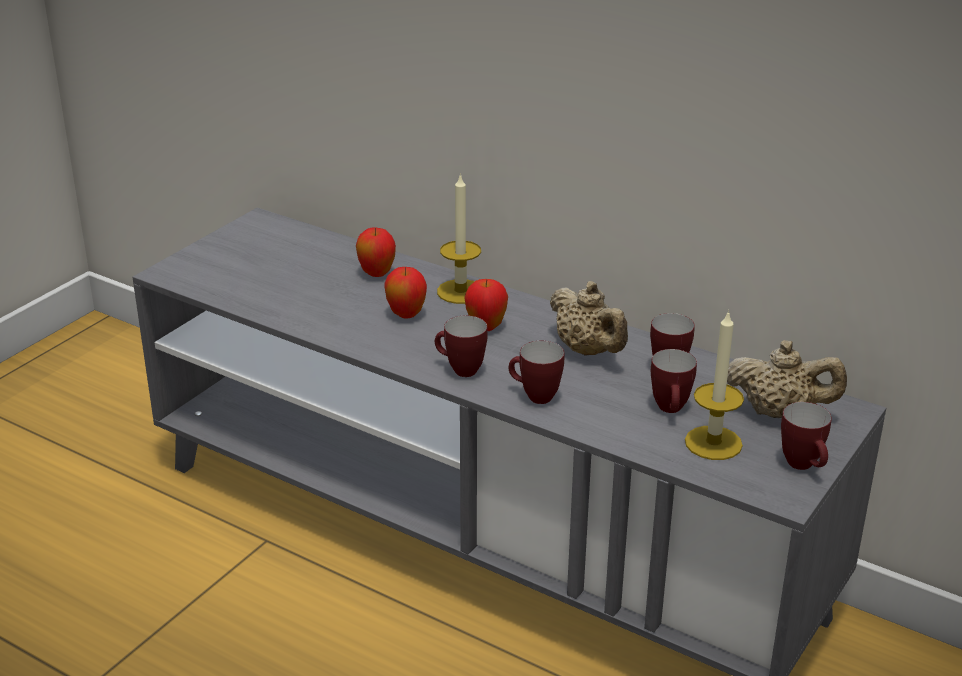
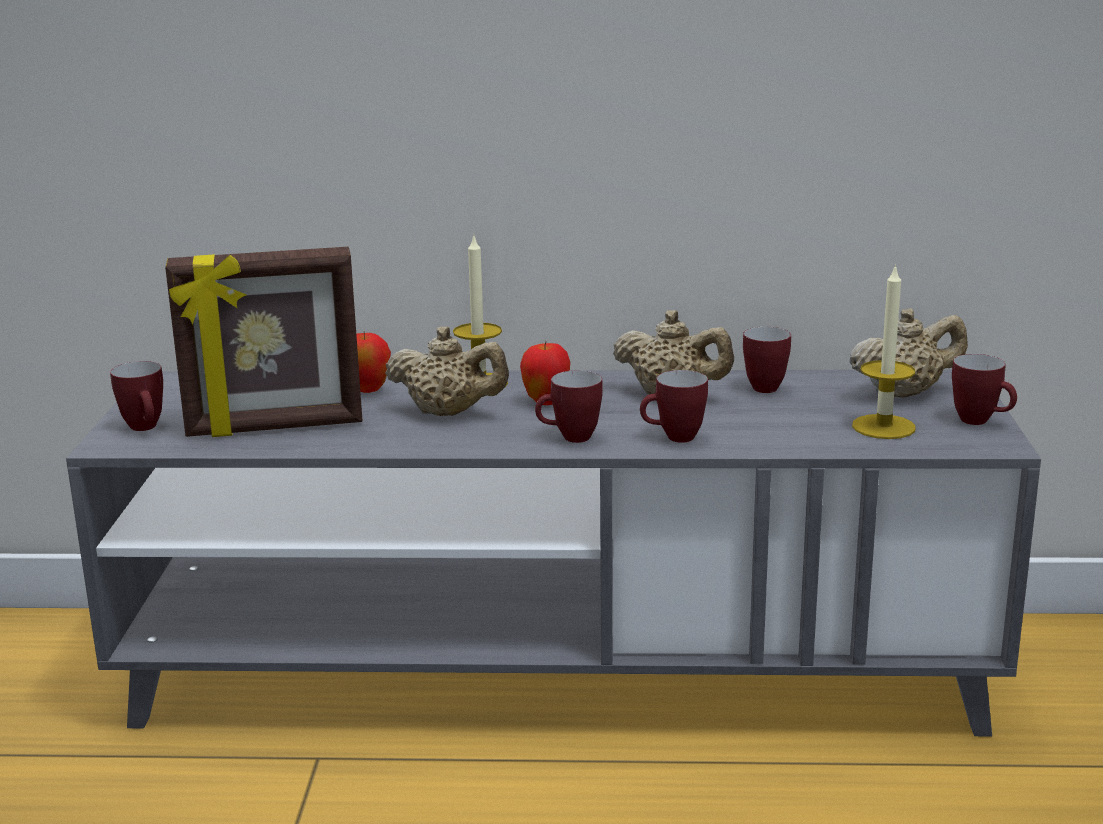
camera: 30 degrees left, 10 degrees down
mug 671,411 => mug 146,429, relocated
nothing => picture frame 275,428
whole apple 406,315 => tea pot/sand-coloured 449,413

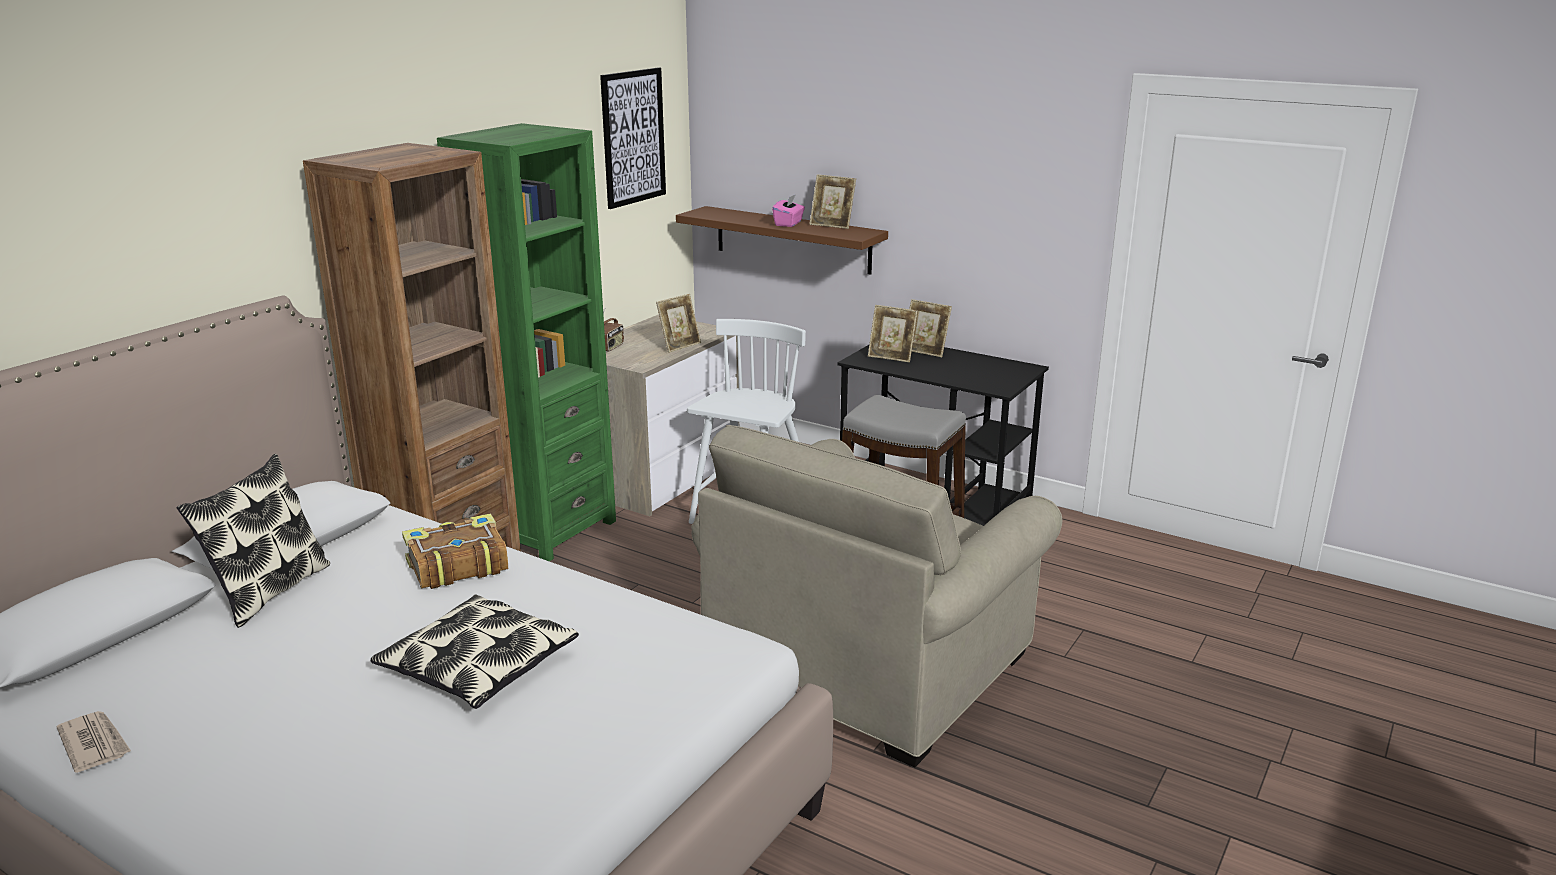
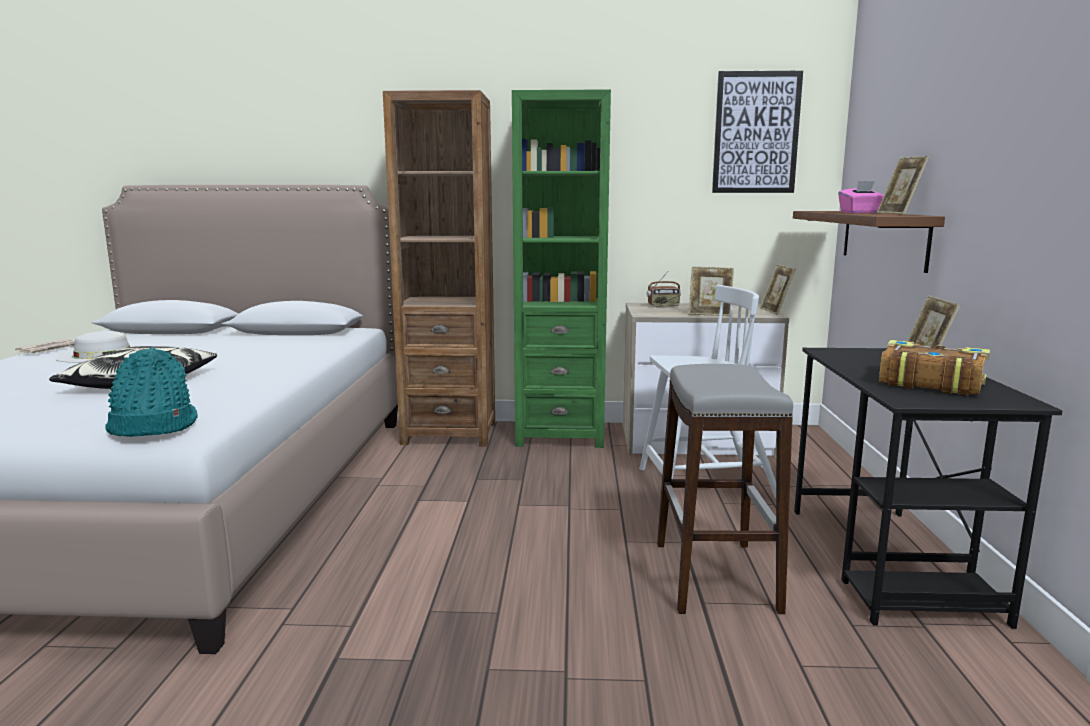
camera: 60 degrees right, 10 degrees down
nothing => hat/white-coloured 102,354
nothing => hat/turquoise 152,426
picture frame 891,357 => picture frame 775,311, relocated
bound book 456,565 => bound book 929,382, relocated
throw pillow 269,591 => nothing
lounge chair/sand-coloured 868,664 => nothing

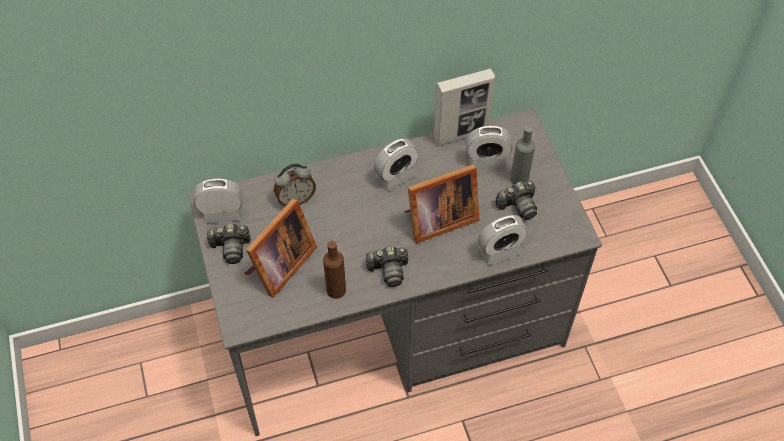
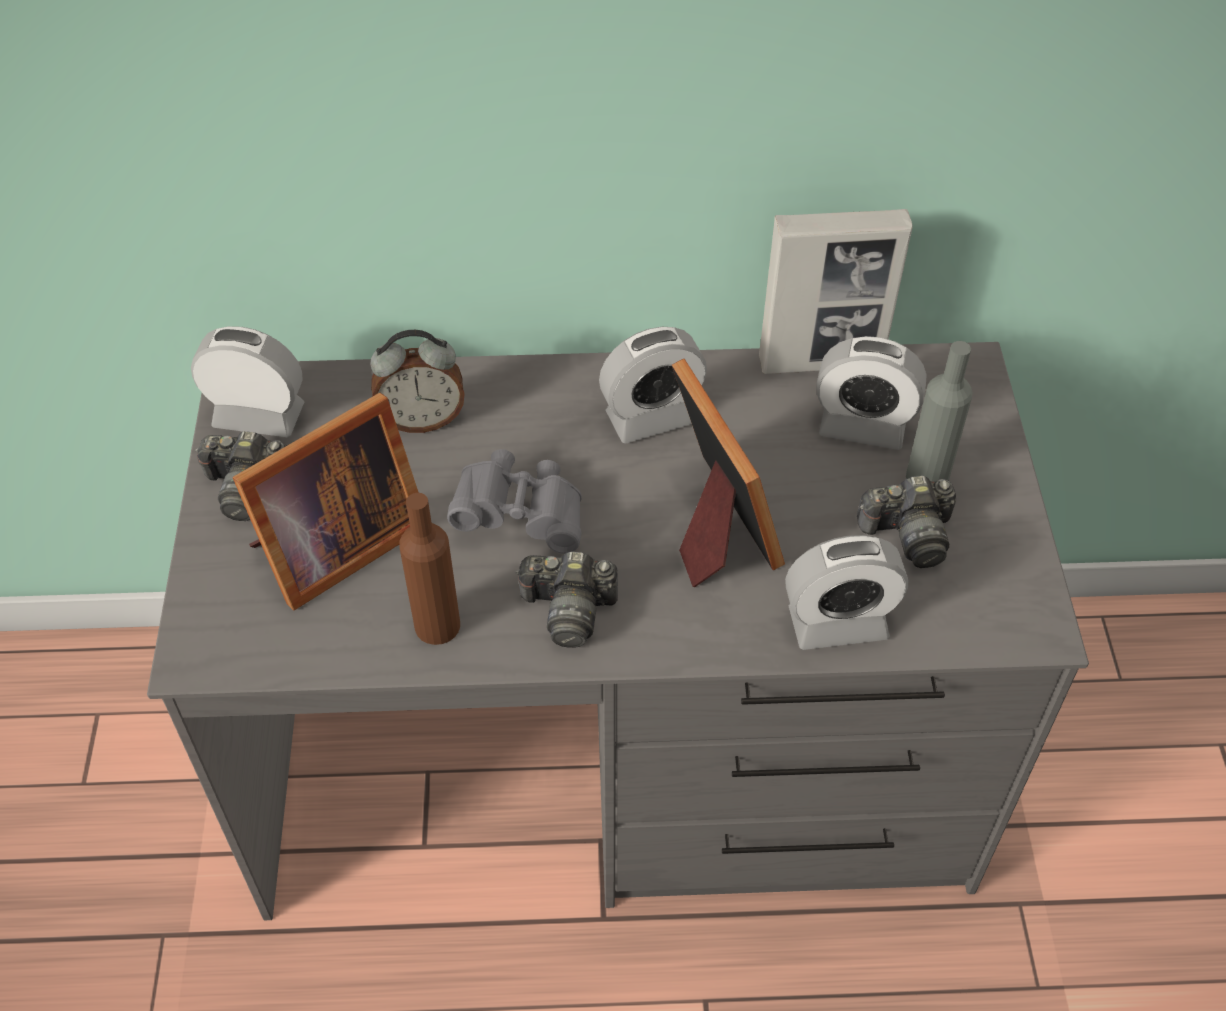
camera: 15 degrees right, 5 degrees down
nothing => pair of binoculars/greyish 521,516
picture frame 437,220 => picture frame 714,526, 105 degrees counterclockwise

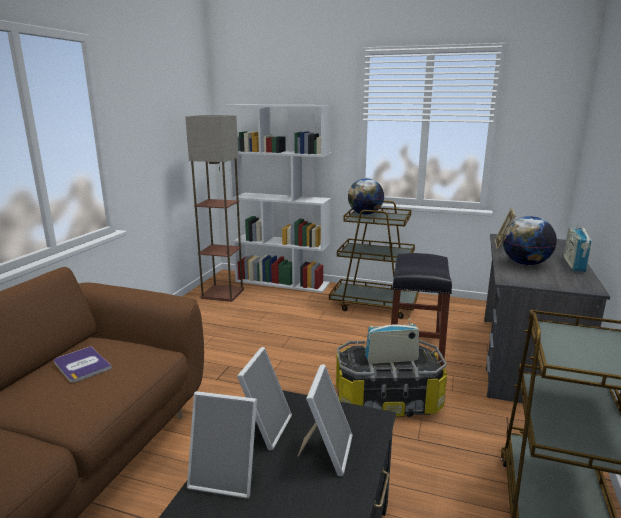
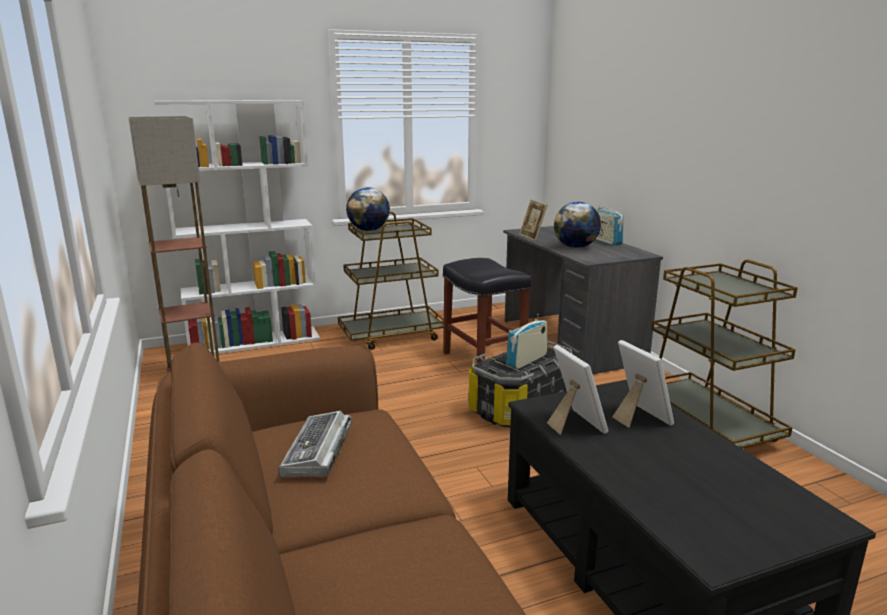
camera: 40 degrees left, 0 degrees up
bound book 82,365 => PC keyboard 317,452
picture frame 226,477 => nothing

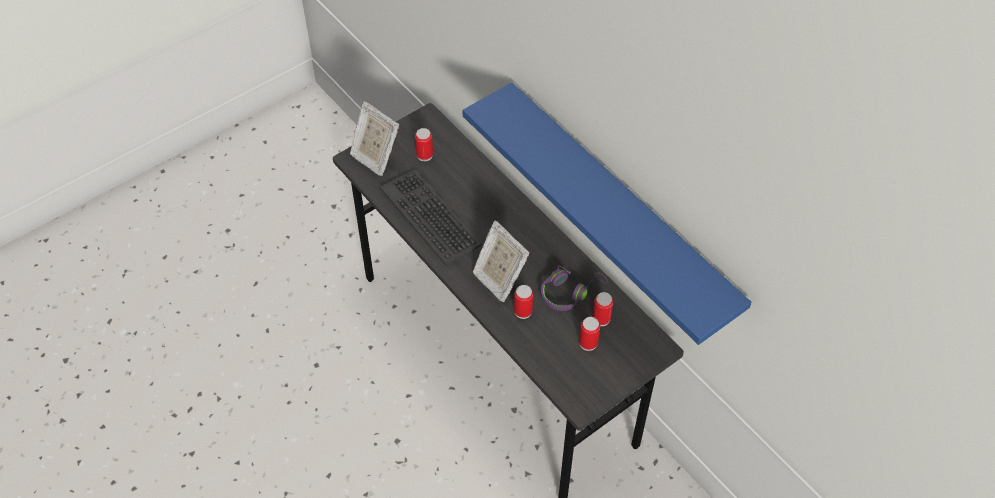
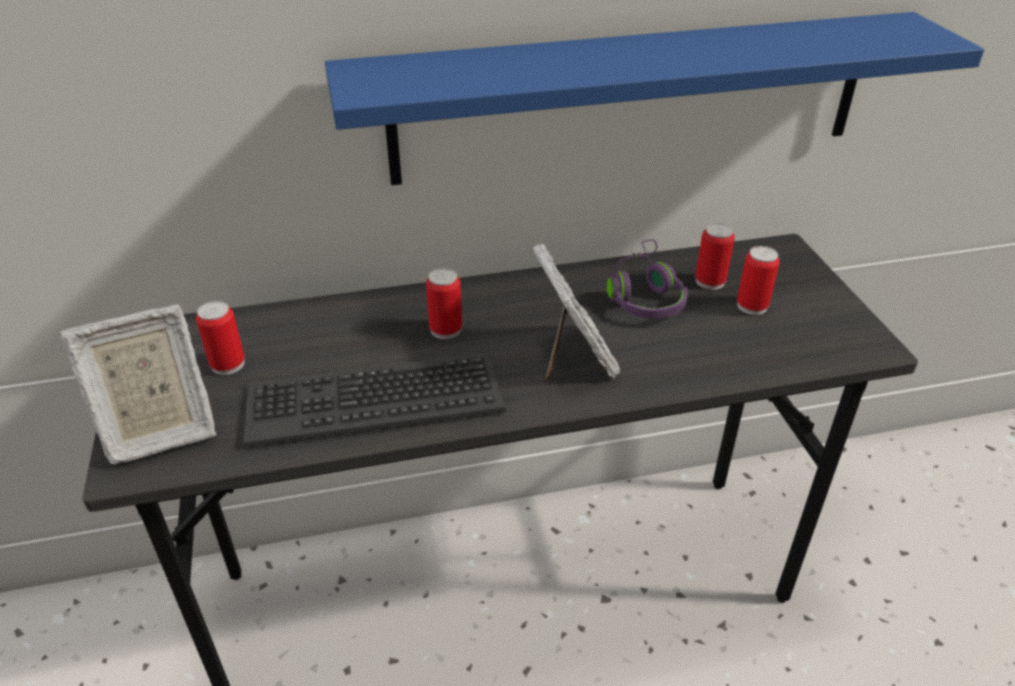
camera: 65 degrees left, 15 degrees down
metal can 523,311 => metal can 446,329, relocated
picture frame 499,278 => picture frame 573,358, 90 degrees counterclockwise

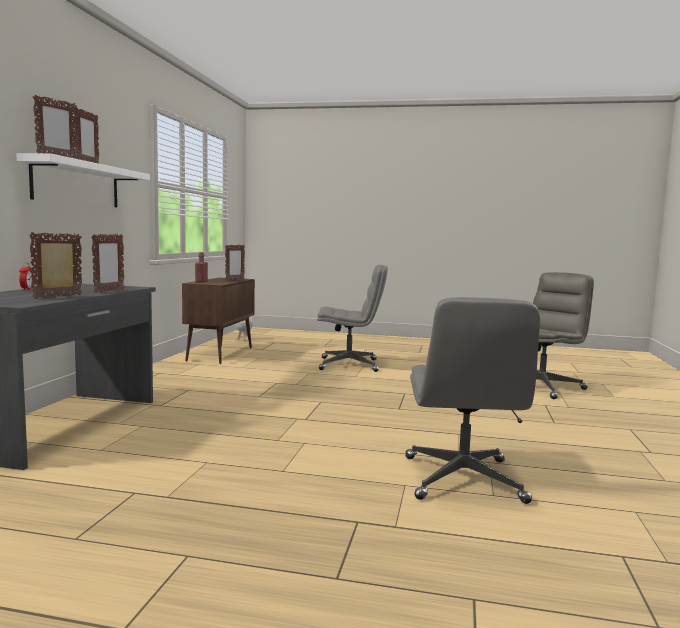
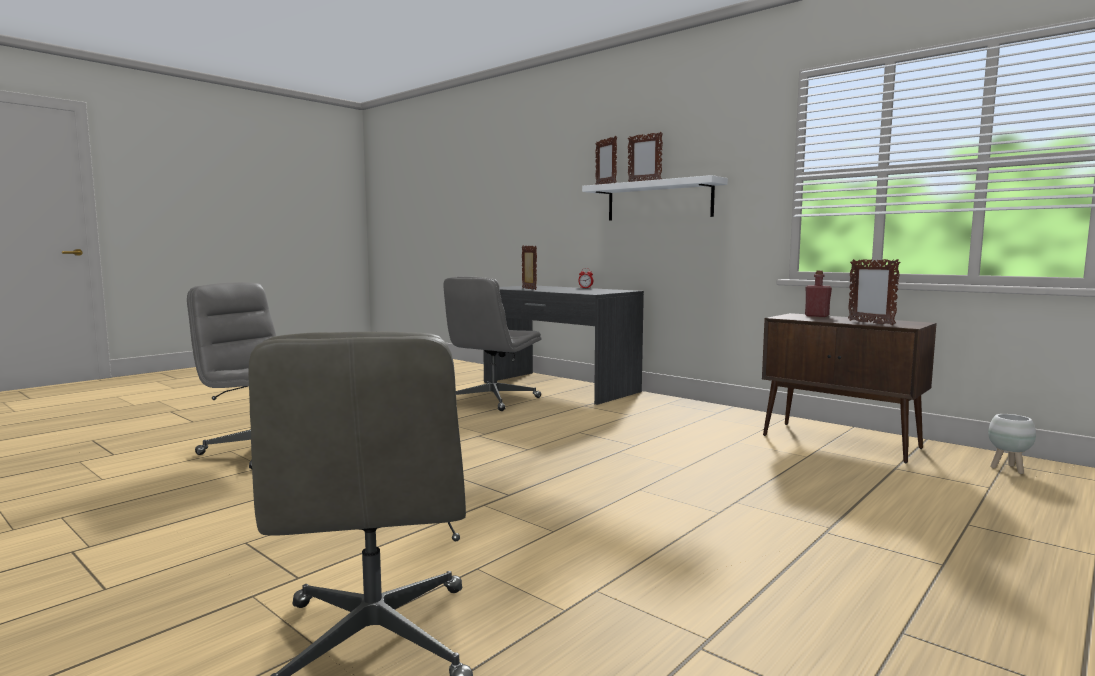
camera: 120 degrees right, 0 degrees up
computer chair/greyish 349,365 => computer chair/greyish 493,400, relocated
picture frame 109,291 => nothing

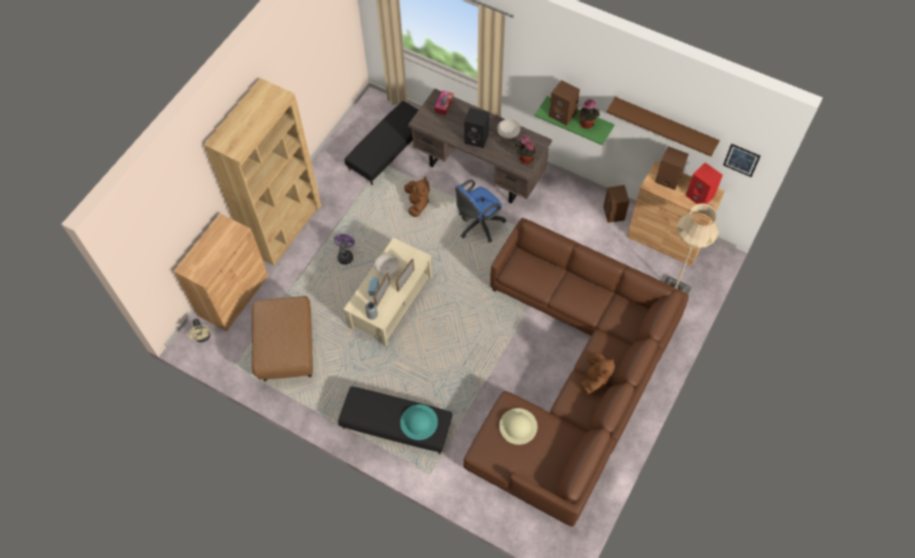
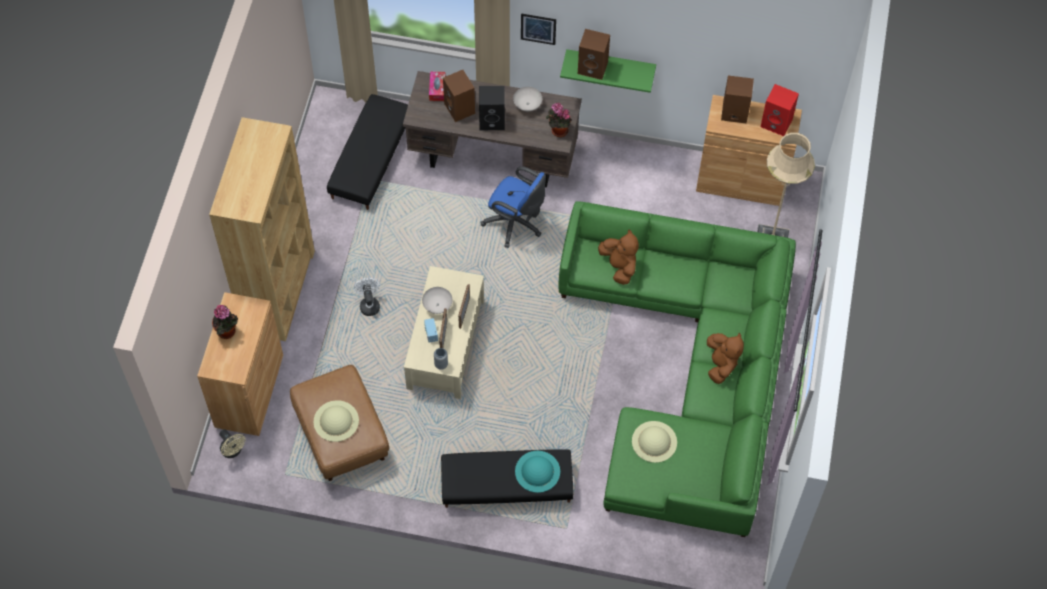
camera: 20 degrees left, 0 degrees up
houseplant 587,124 => houseplant 228,332, relocated
nothing => hat/sand-coloured 336,421
electric fan/purple-coloured 345,255 => electric fan/white-coloured 369,304
speaker/brown 614,214 => speaker/brown 460,109, relocated
computer chair/blue 478,225 => computer chair/blue 516,224, 90 degrees counterclockwise
wall picture 741,160 => wall picture 538,28, relocated
couch/brown 572,375 => couch/green-coloured 689,370
plush toy/brown 417,204 => plush toy/brown 619,266, relocated
bracket shelf/brown 664,125 => nothing

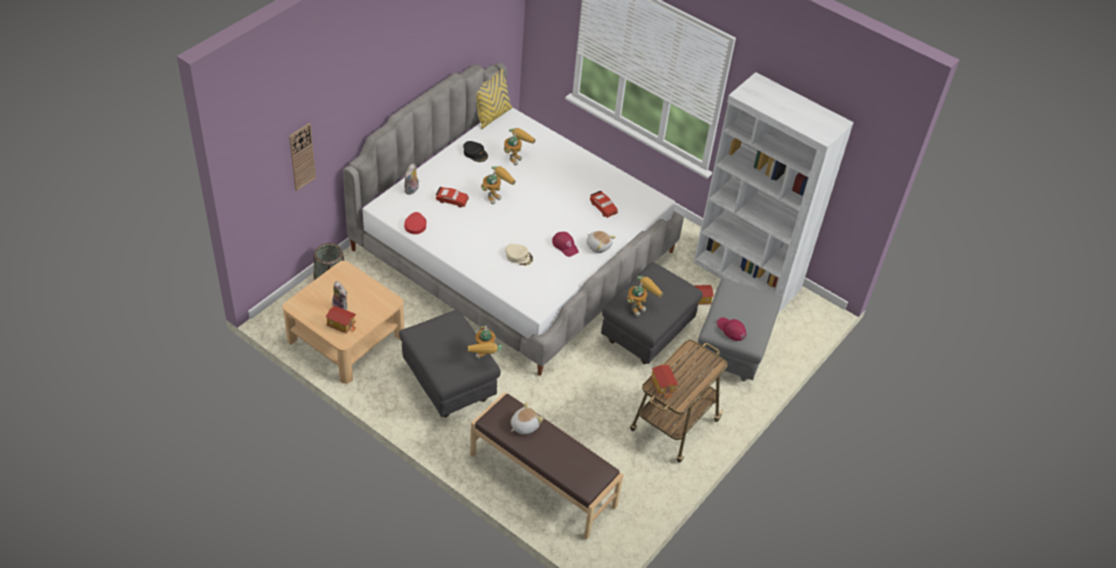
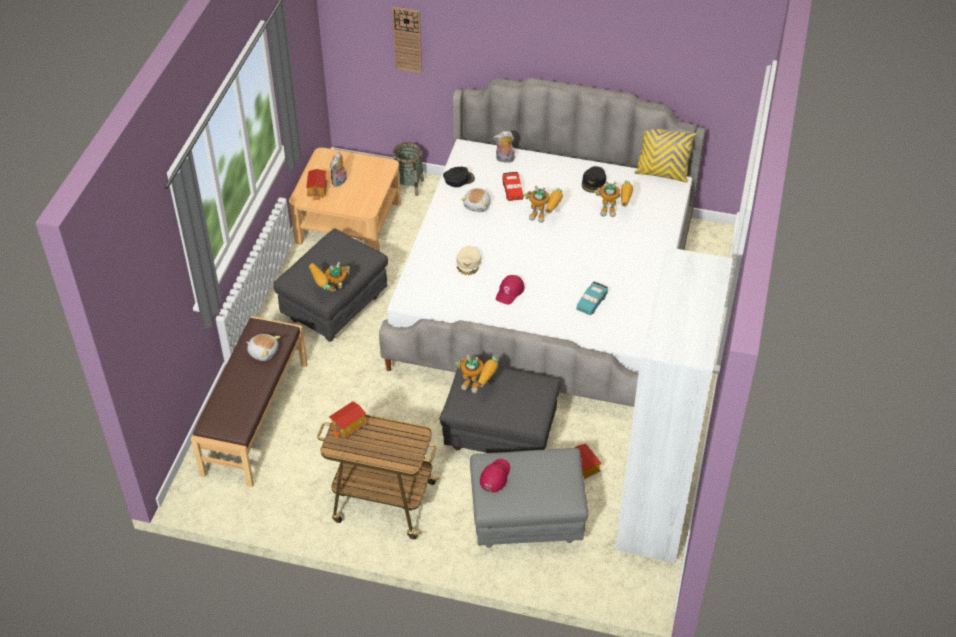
camera: 70 degrees right, 0 degrees up
peaked cap/reddish 415,225 => peaked cap/blackish 458,179
plush toy 598,246 => plush toy 477,205, relocated
toy car/reddish 603,207 => toy car/turquoise 591,302

